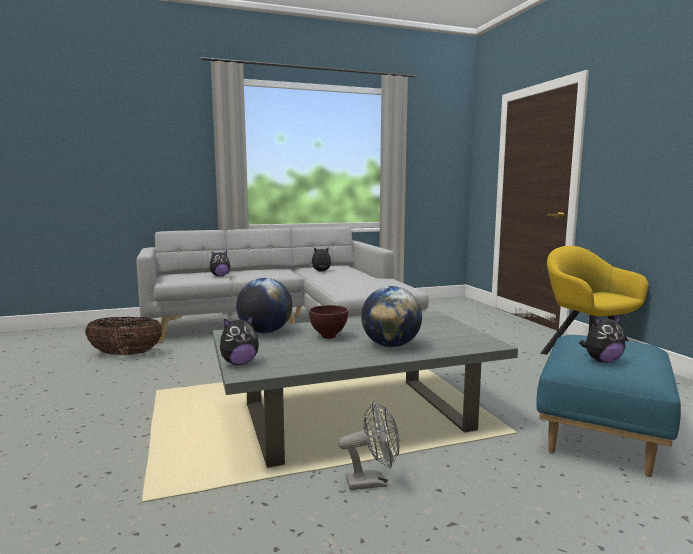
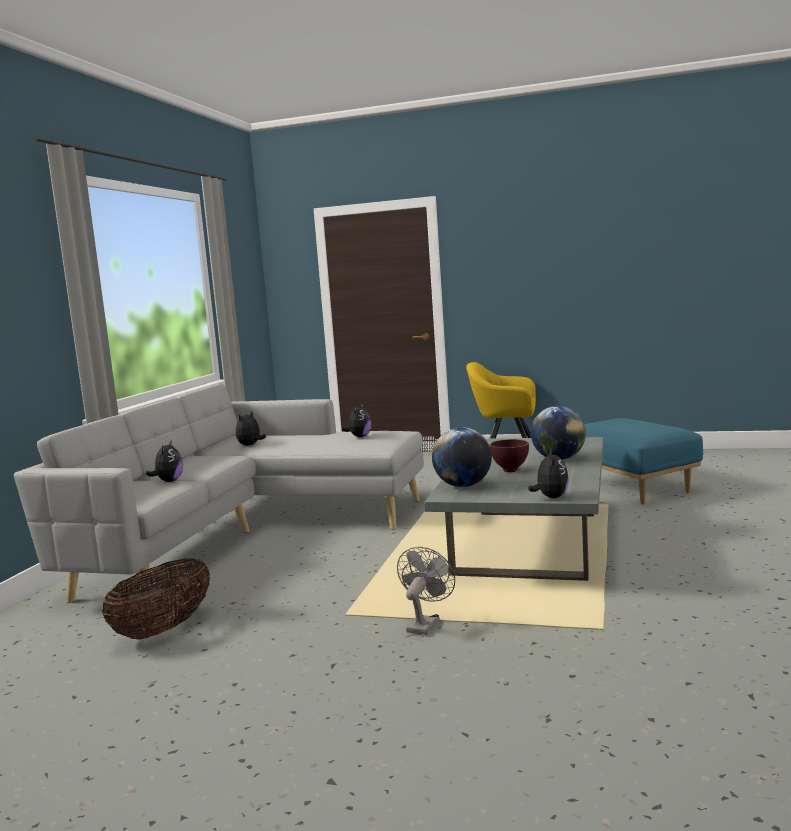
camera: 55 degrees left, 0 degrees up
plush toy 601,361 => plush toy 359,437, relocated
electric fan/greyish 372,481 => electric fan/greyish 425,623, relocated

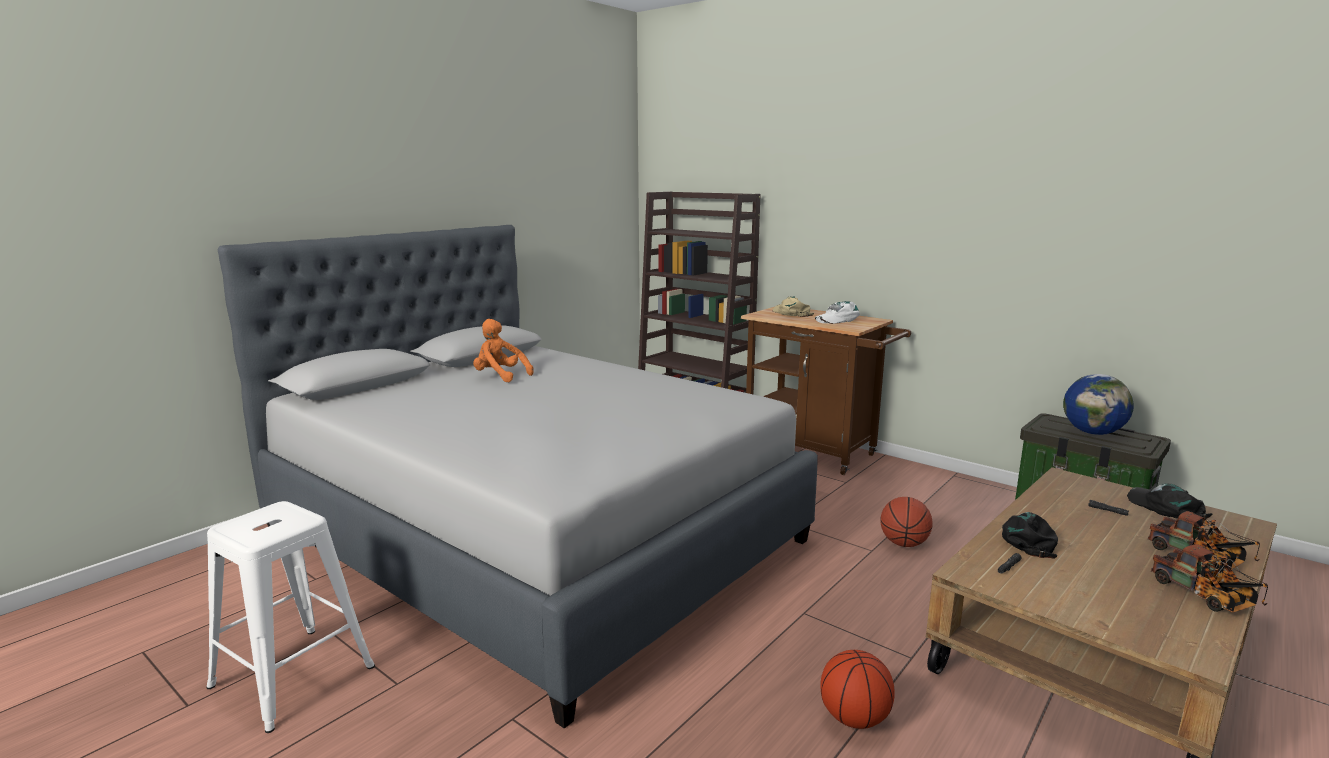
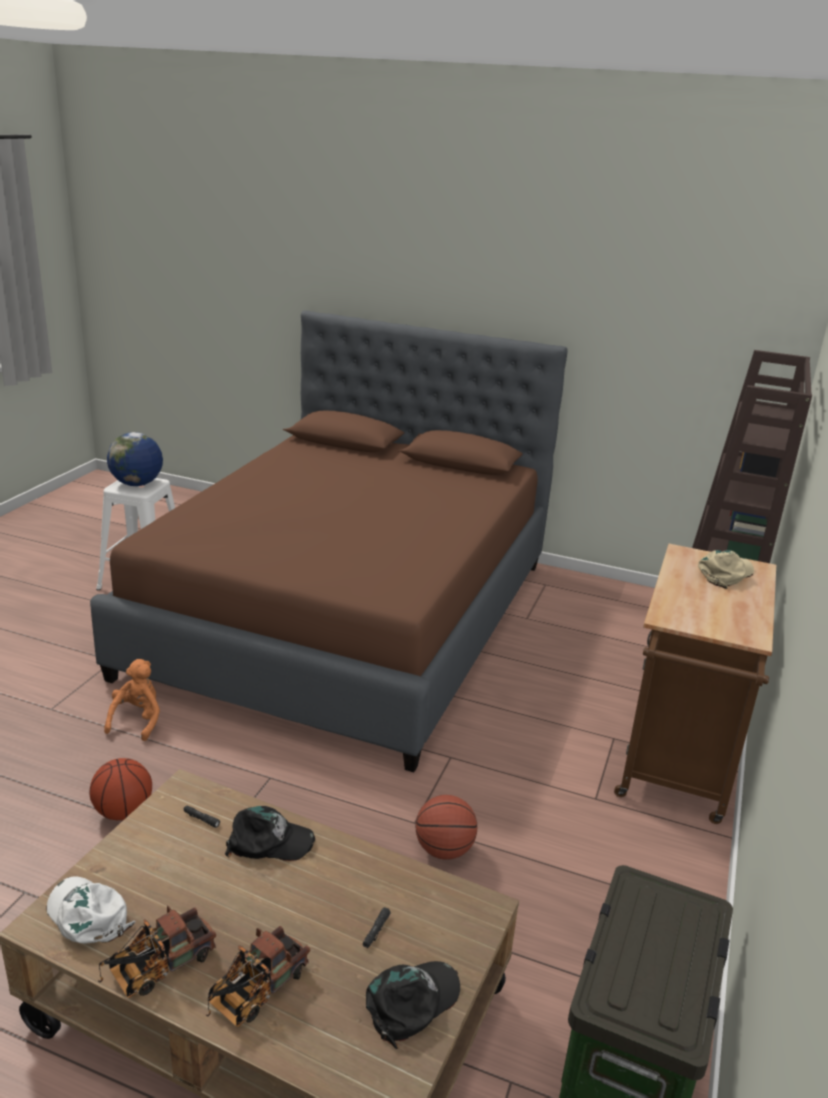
camera: 70 degrees right, 10 degrees up
peaked cap/white-coloured 837,319 => peaked cap/white-coloured 88,915, relocated
bed/greyish 533,534 => bed/brown 349,616
plush toy/orangey 500,376 => plush toy/orangey 137,720, relocated
desk globe 1092,432 => desk globe 137,484, relocated

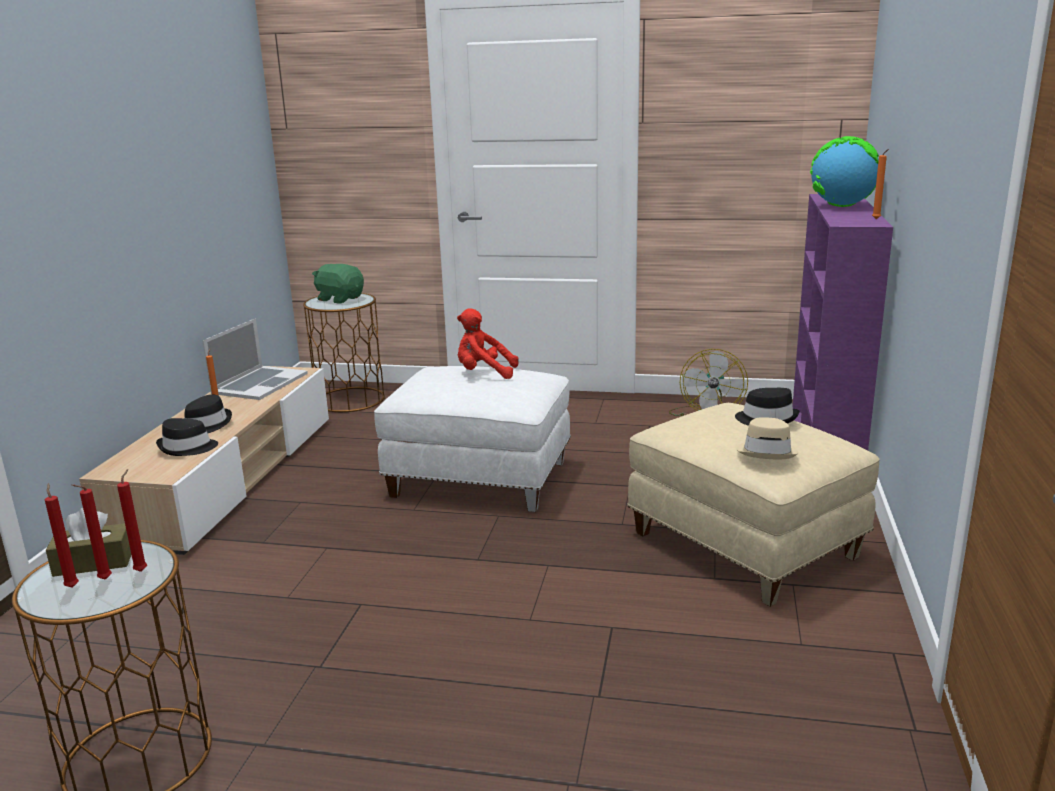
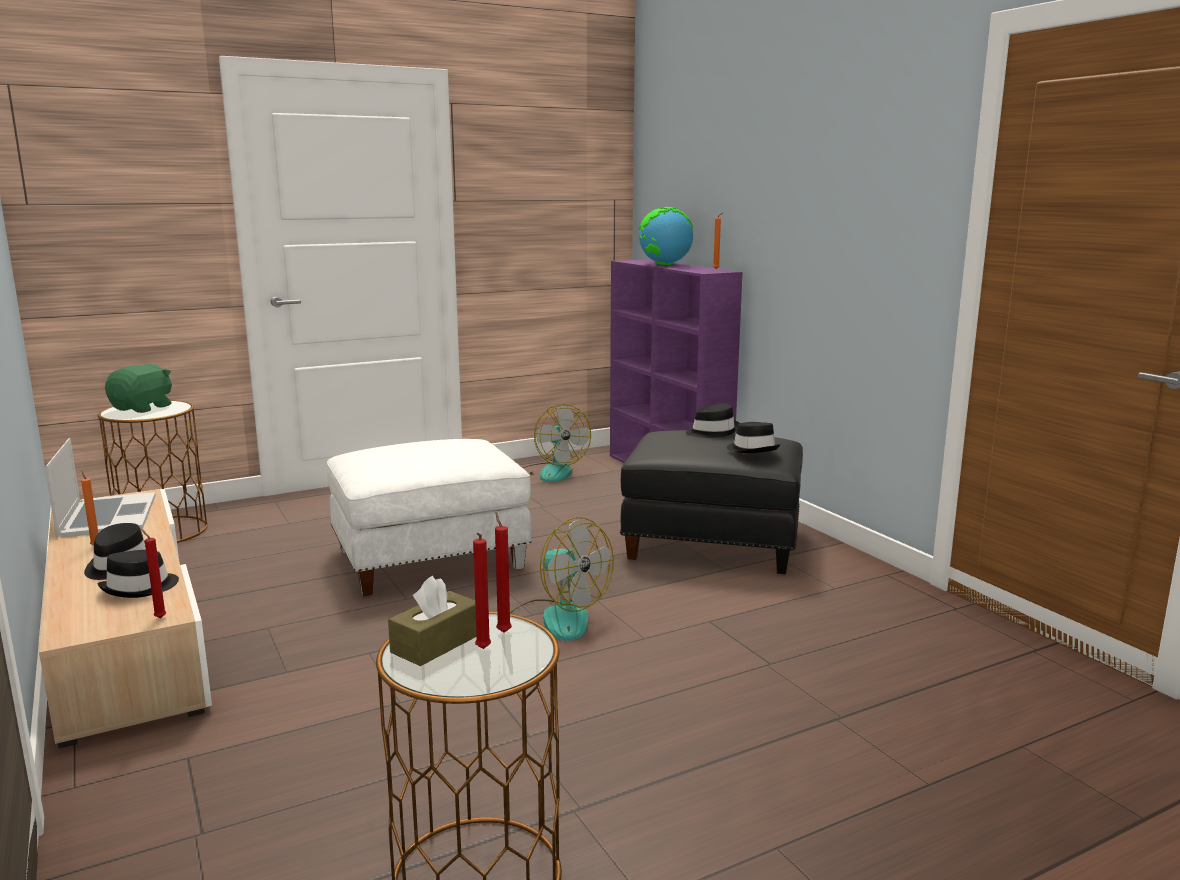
camera: 40 degrees left, 5 degrees down
plush toy/green-coloured 340,299 => plush toy/green-coloured 143,408, 120 degrees clockwise
candle/reddish 72,586 => candle/reddish 159,617, relocated
nothing => electric fan 555,619
pouffe/sand-coloured 746,545 => pouffe/blackish 713,544
hat/sand-coloured 767,451 => hat/blackish 752,449
plush toy/reddish 484,373 => nothing

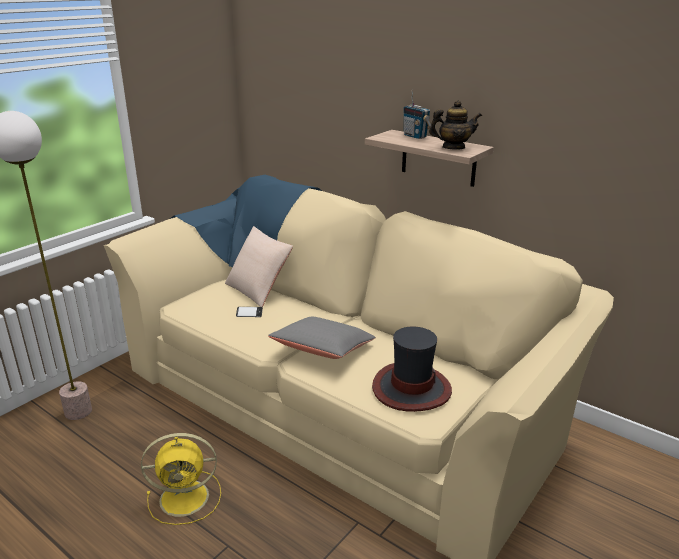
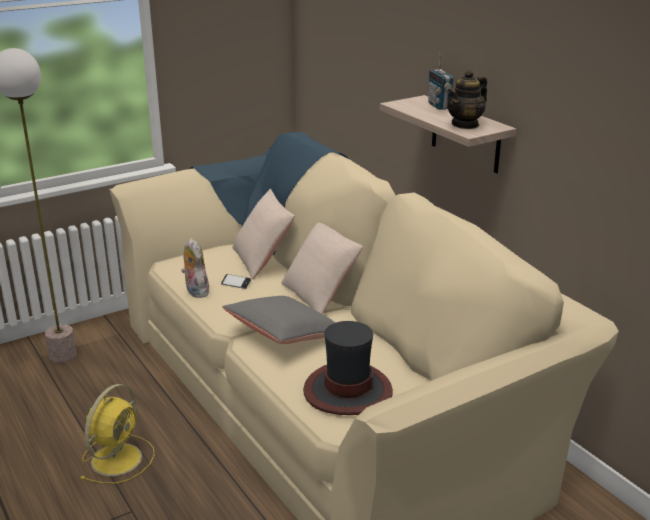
camera: 20 degrees right, 0 degrees up
electric fan/yellow-coloured 186,497 => electric fan/yellow-coloured 118,458, 75 degrees counterclockwise
nothing => plush toy 195,291
nothing => throw pillow/sand-coloured 320,295
tea pot 453,147 => tea pot 465,125, 120 degrees clockwise

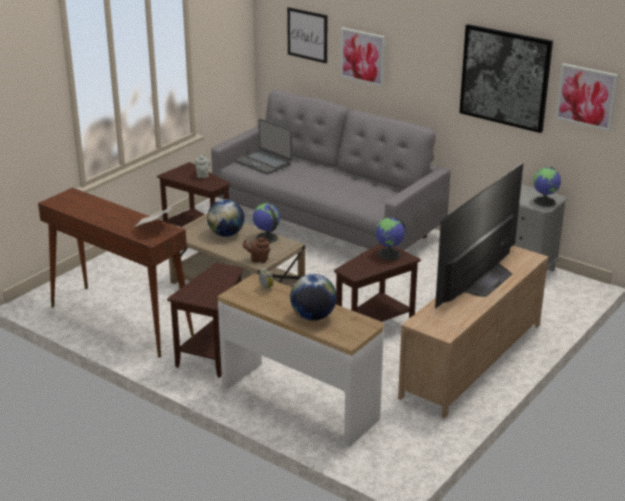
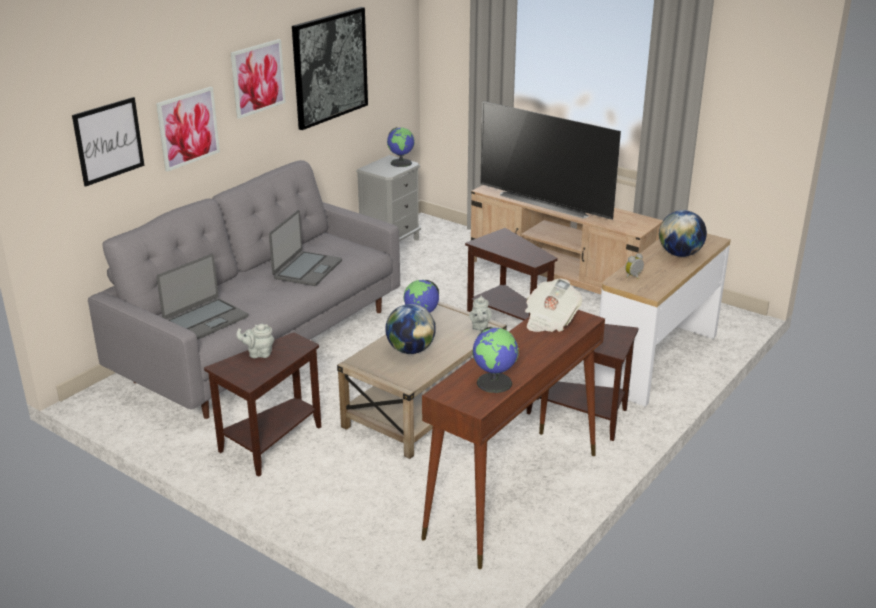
camera: 90 degrees left, 0 degrees up
wall picture 586,96 => wall picture 257,78, relocated
nothing => laptop 307,269
tea pot/brown 258,259 => tea pot/greyish 480,327
desk globe 389,254 => desk globe 495,382, relocated

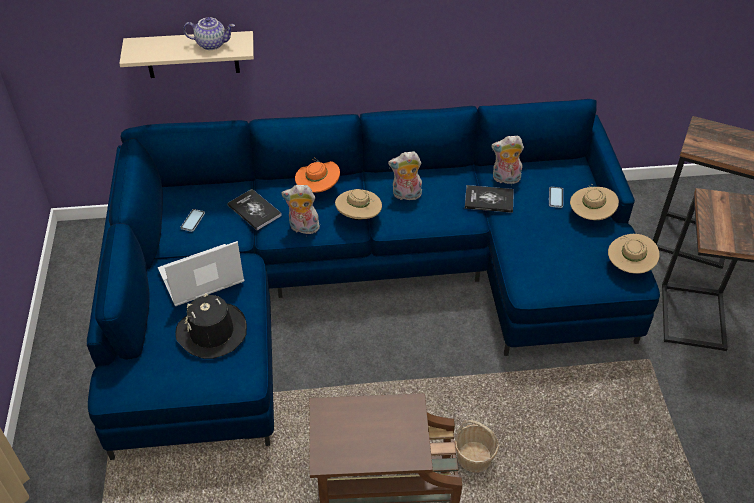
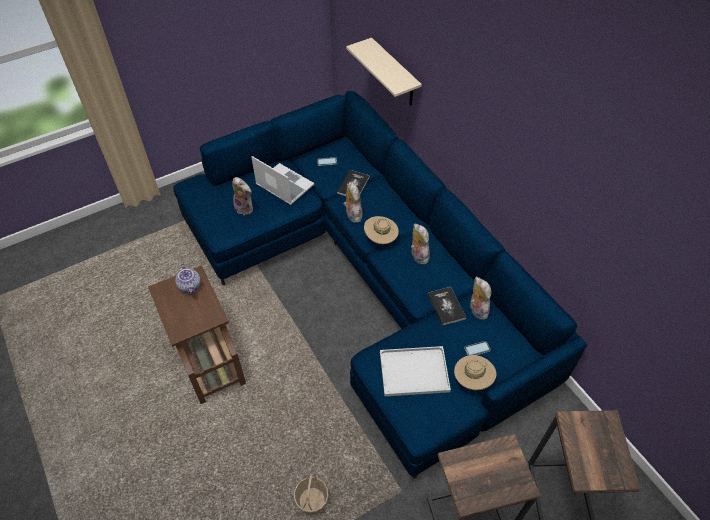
camera: 65 degrees right, 5 degrees up
tea pot 212,44 => tea pot 190,286, relocated
hat/blackish 212,332 => plush toy 245,208
household basket 474,457 => household basket 312,501, relocated
nothing => serving tray/white-coloured 415,371
hat/orangey 318,188 => nothing
hat/sand-coloured 629,266 => nothing

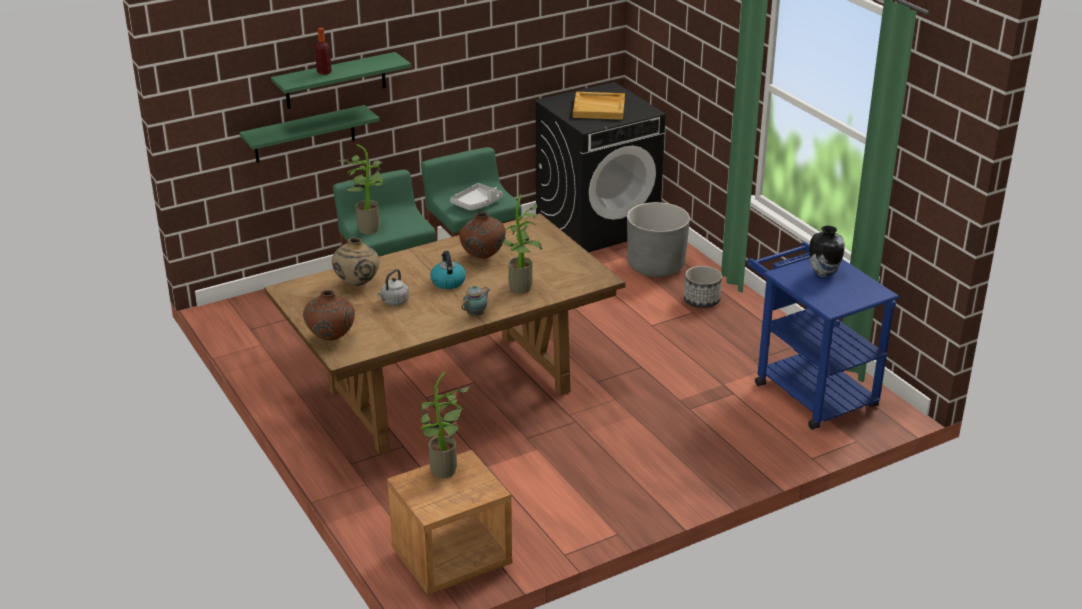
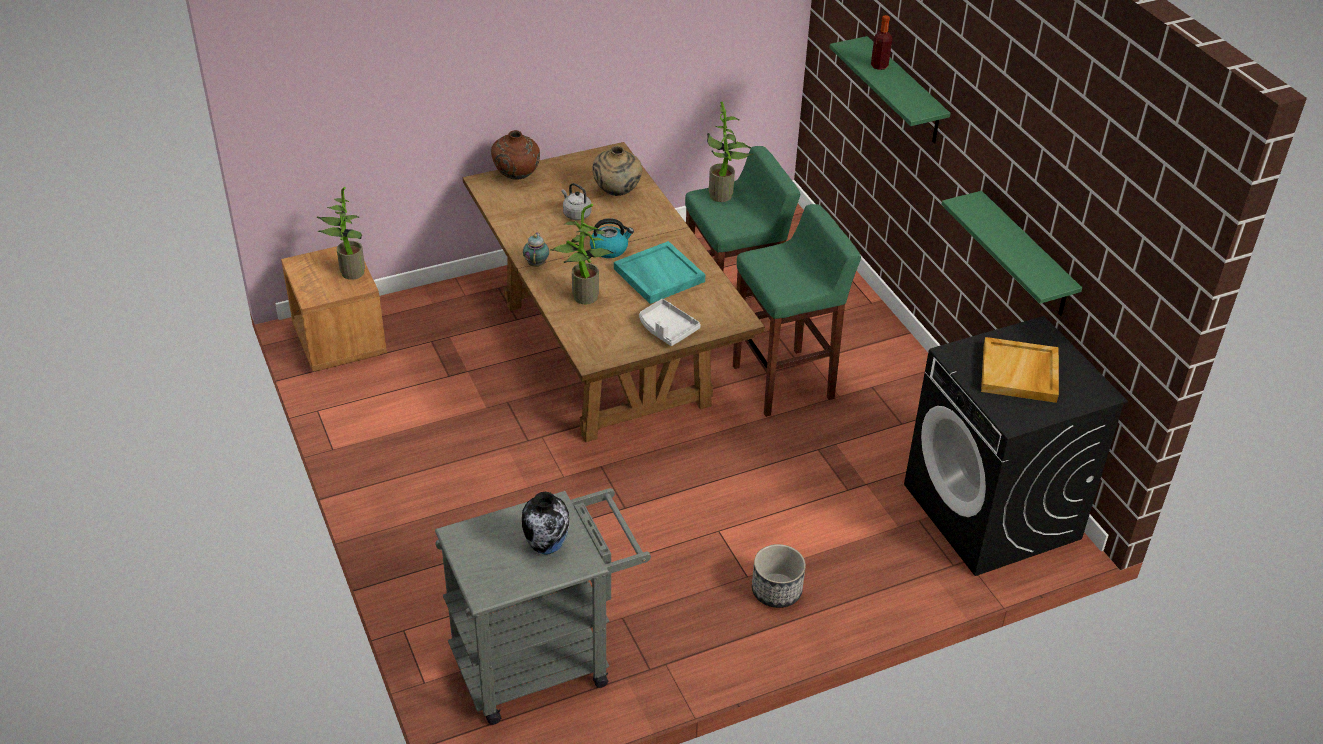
camera: 95 degrees right, 10 degrees up
cart/blue 808,390 => cart/greyish 544,659
tea pot 476,314 => tea pot 537,263, 135 degrees counterclockwise
flower vase/brown 482,257 => serving tray/turquoise 658,275
serving tray/greyish 477,203 => serving tray/greyish 667,329, relocated
bracket shelf/green-coloured 304,134 => bracket shelf/green-coloured 1025,256, relocated
planter/greyish 656,266 => nothing

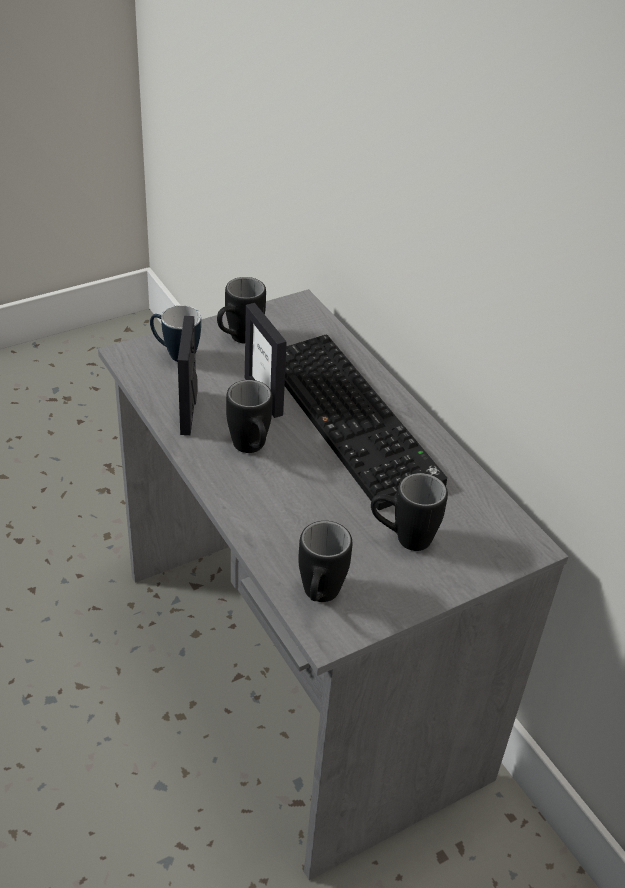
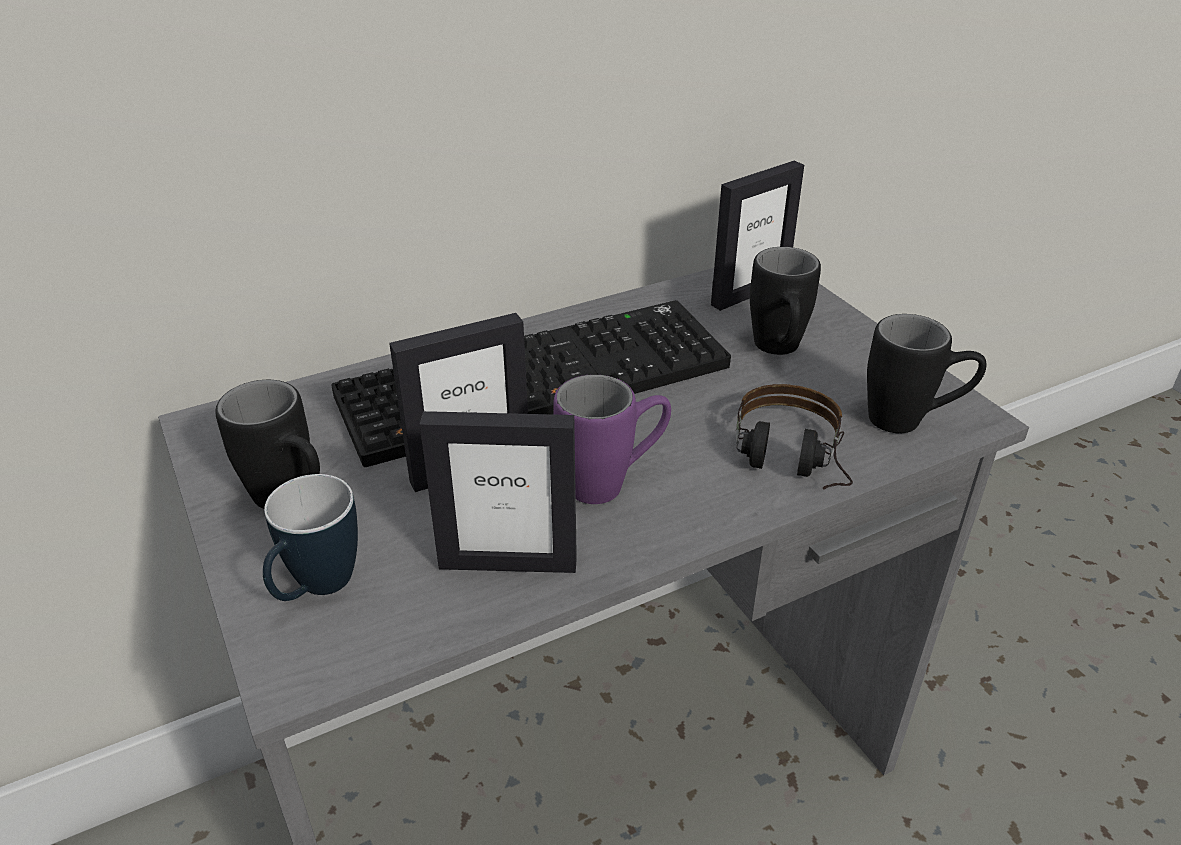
camera: 85 degrees left, 5 degrees down
mug/blackish 251,450 => mug/purple-coloured 612,483
nothing => picture frame 749,293
nothing => headphones 789,466

